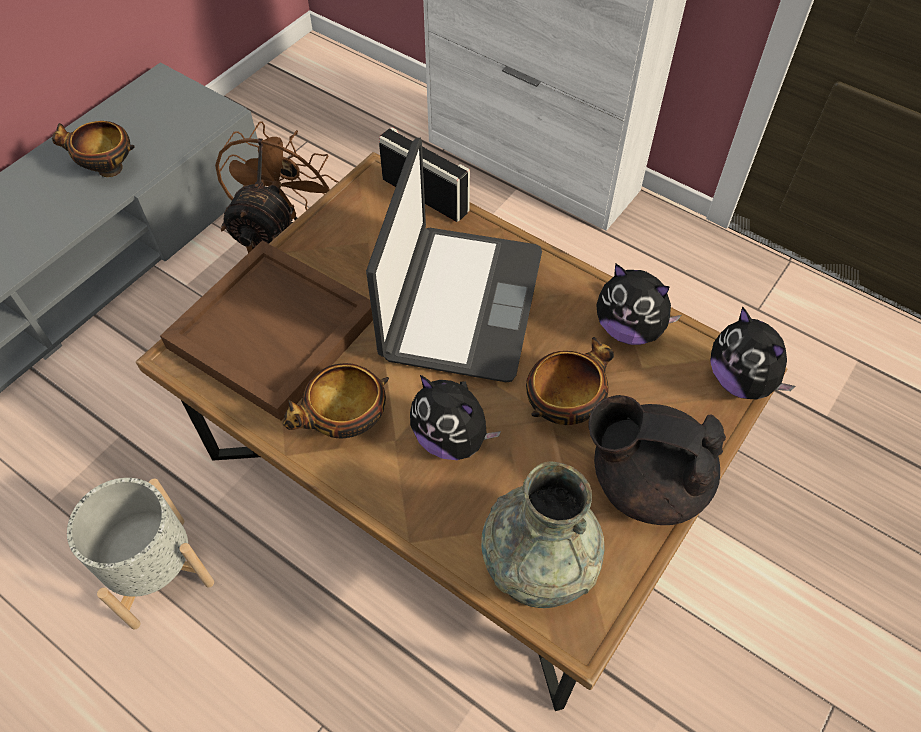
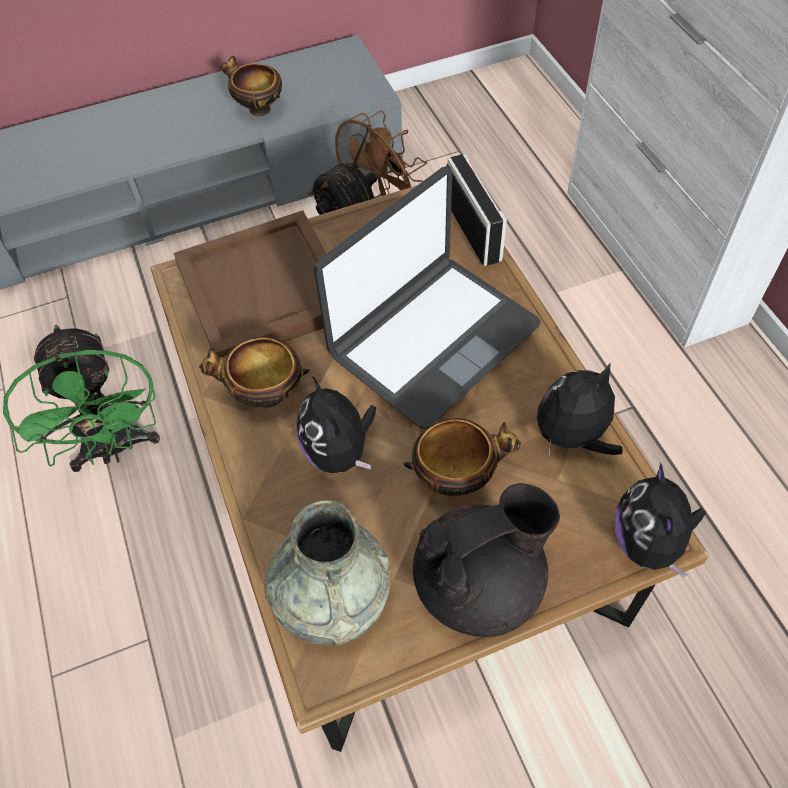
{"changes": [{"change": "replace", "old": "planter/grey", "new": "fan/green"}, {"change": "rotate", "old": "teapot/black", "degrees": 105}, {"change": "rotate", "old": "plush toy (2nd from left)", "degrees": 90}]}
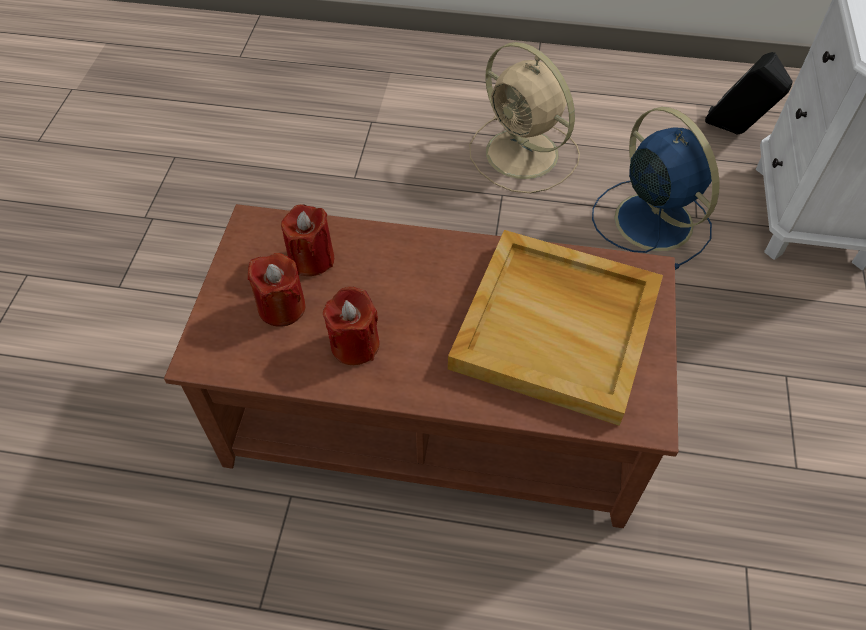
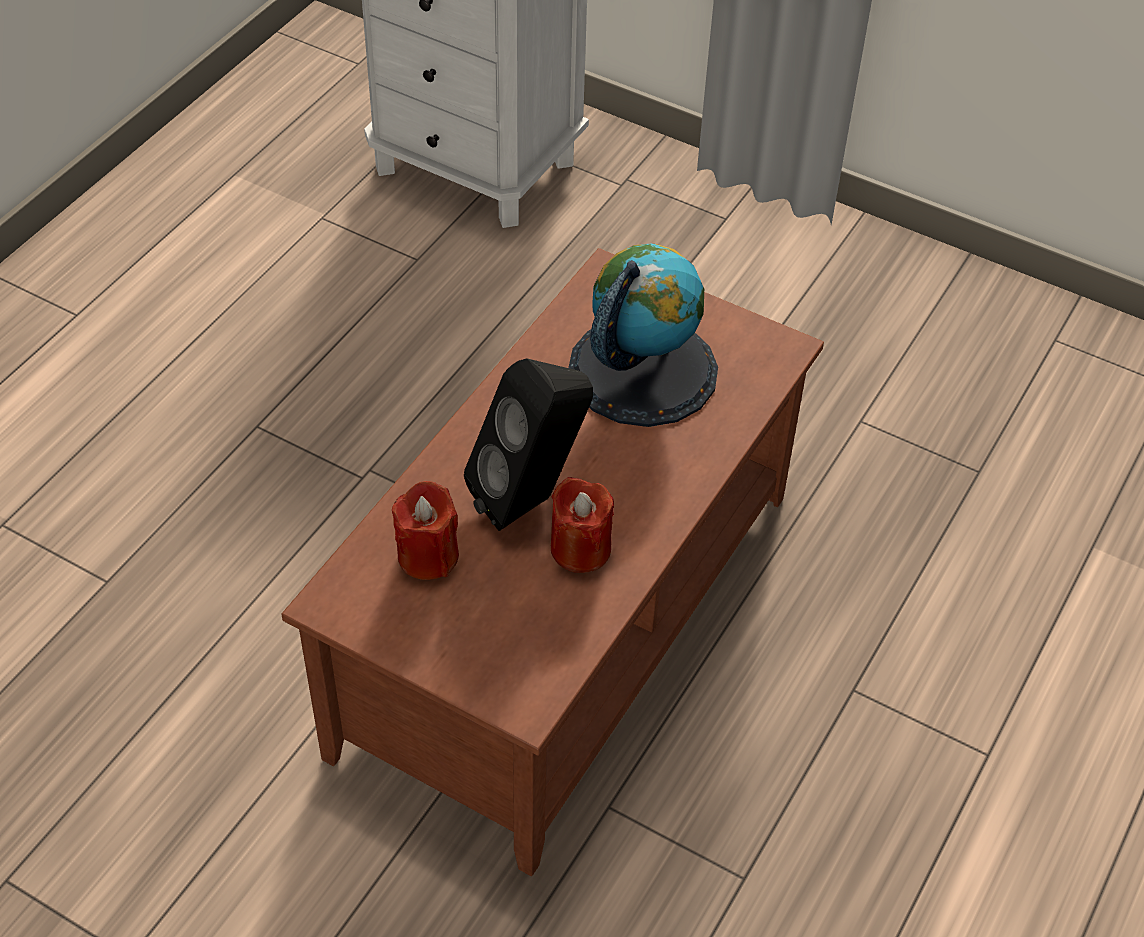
{"changes": [{"change": "move", "old": "speaker/black"}, {"change": "replace", "old": "tray/beige", "new": "globe"}, {"change": "delete", "old": "candle/red (1st from left)"}, {"change": "delete", "old": "fan/beige"}, {"change": "delete", "old": "fan/blue"}]}
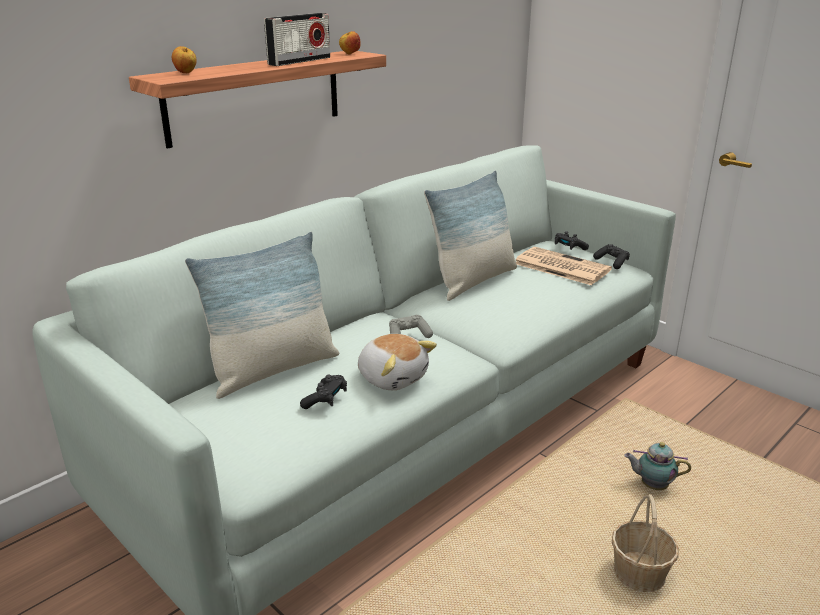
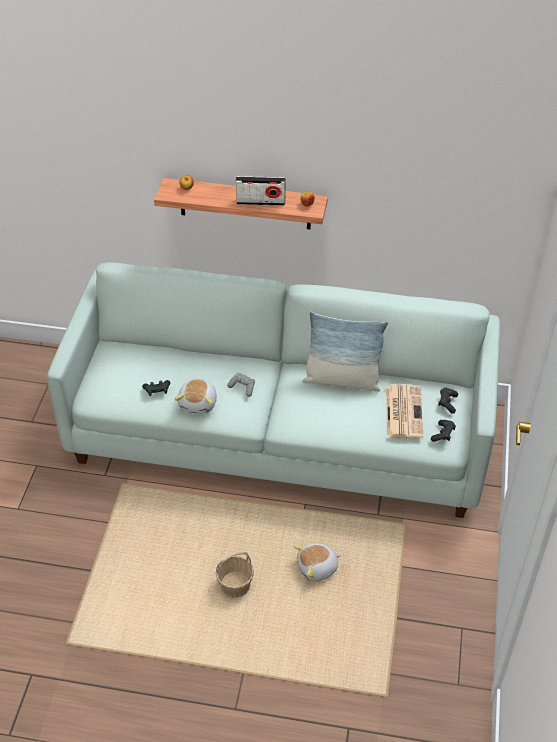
{"changes": [{"change": "replace", "old": "teapot", "new": "plush toy (2nd from left)"}, {"change": "delete", "old": "pillow (1st from left)"}]}
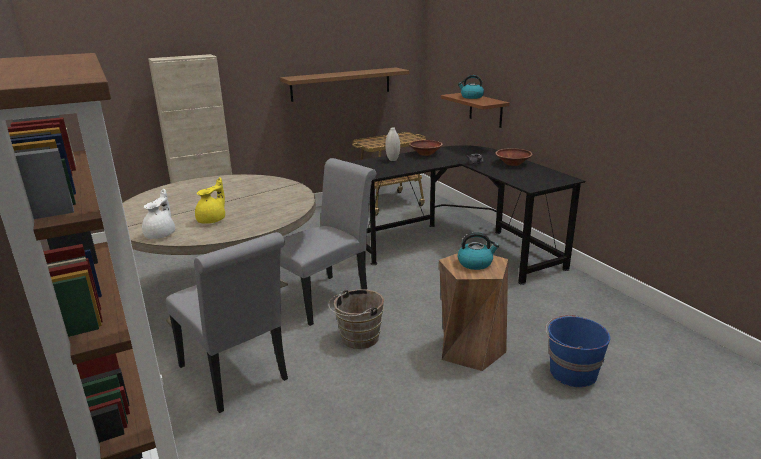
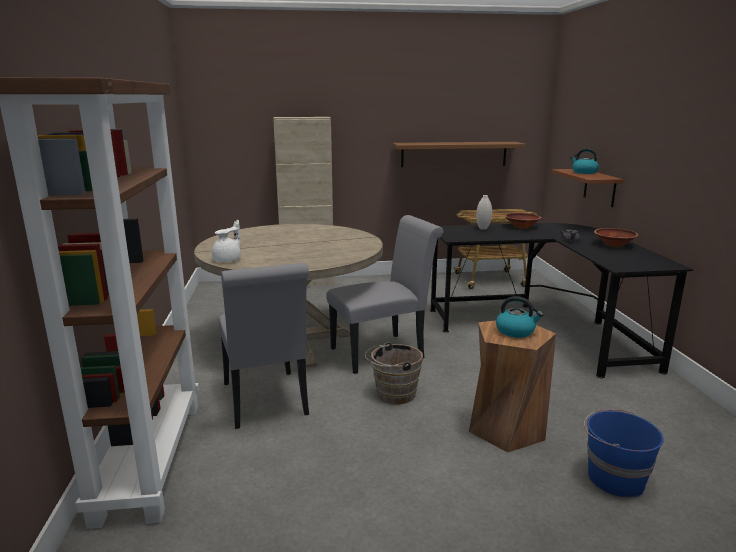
{"changes": [{"change": "delete", "old": "teapot/yellow"}]}
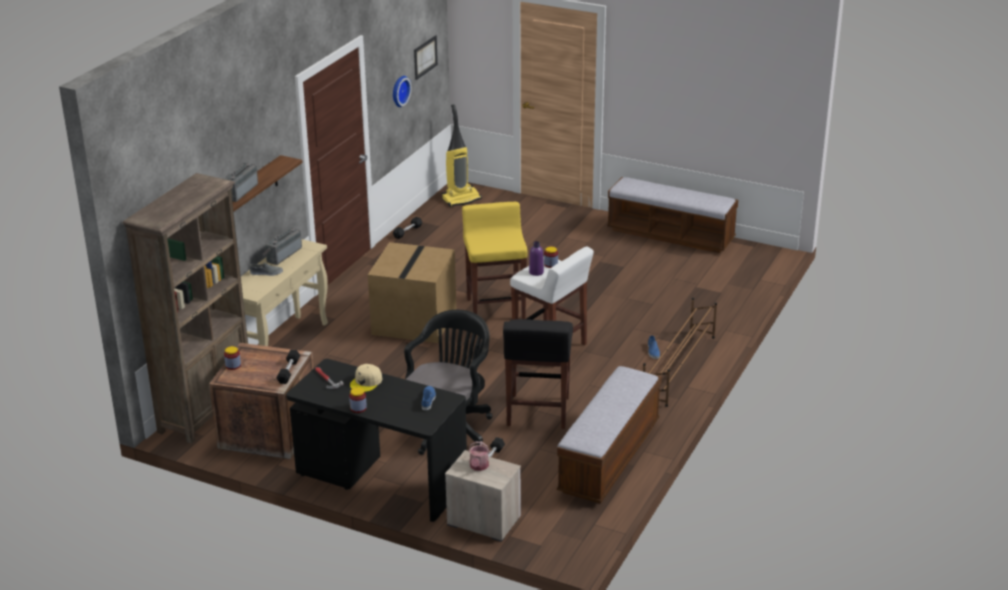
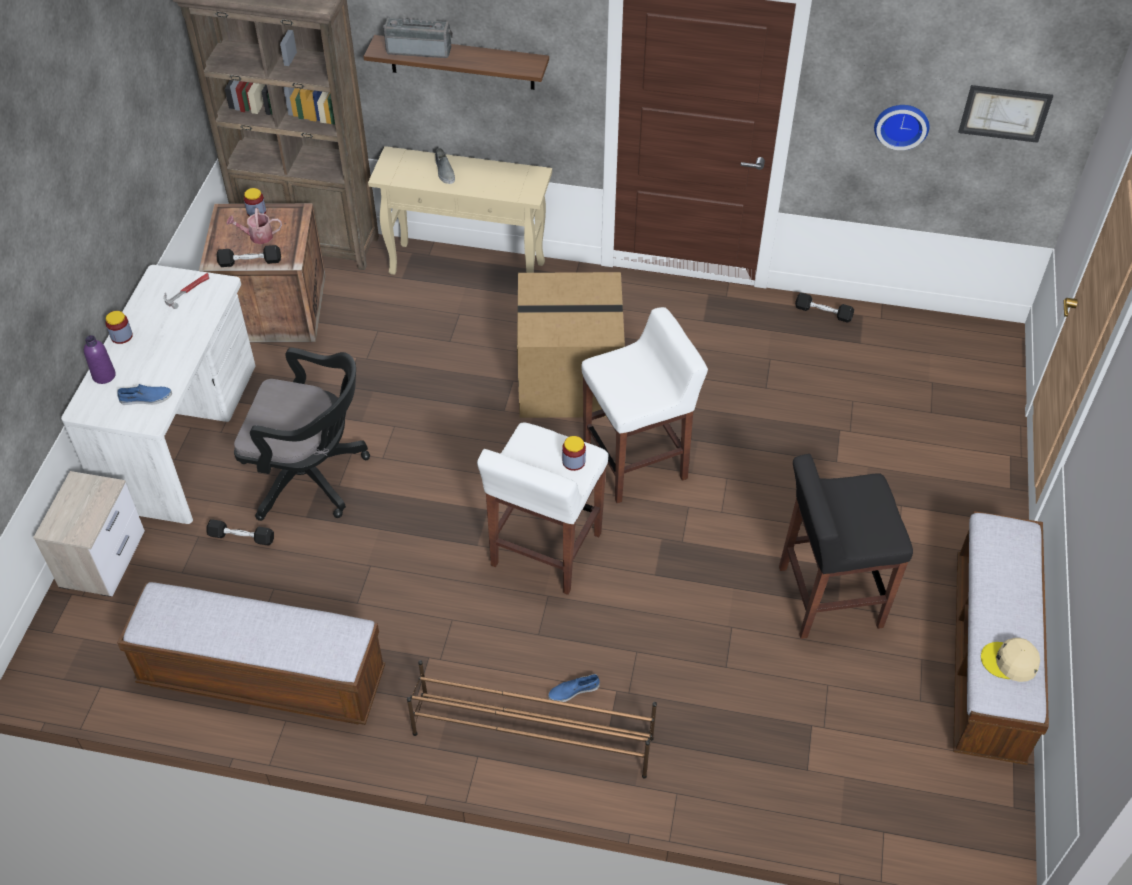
{"changes": [{"change": "recolor", "old": "desk/black", "new": "desk/white"}, {"change": "move", "old": "bottle/purple"}, {"change": "move", "old": "watering can"}, {"change": "recolor", "old": "stool/yellow", "new": "stool/white (2nd from left)"}, {"change": "move", "old": "stool/black"}, {"change": "move", "old": "cap/beige"}, {"change": "delete", "old": "radio (2nd from left)"}, {"change": "delete", "old": "vacuum cleaner"}]}
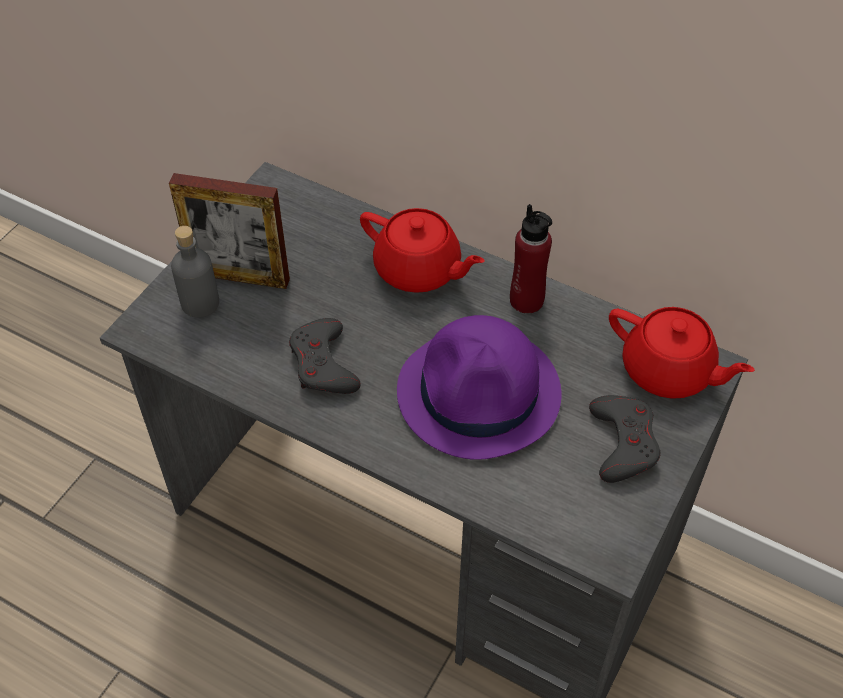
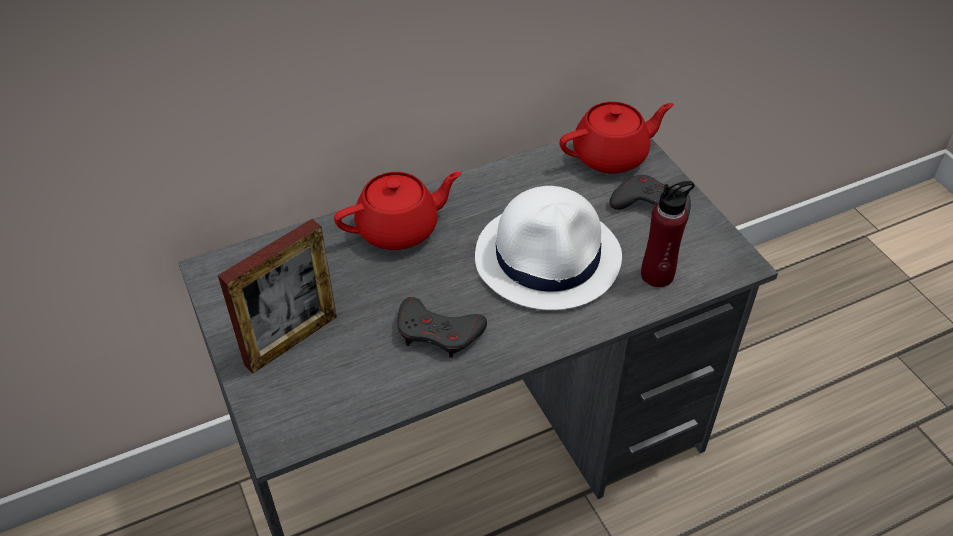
{"changes": [{"change": "recolor", "old": "hat/purple", "new": "hat/white"}, {"change": "move", "old": "bottle/red"}, {"change": "delete", "old": "bottle/grey"}]}
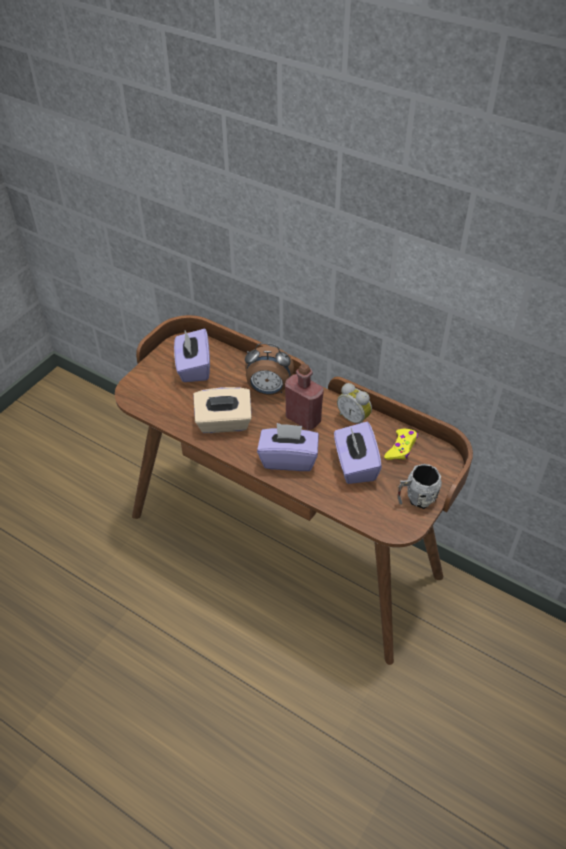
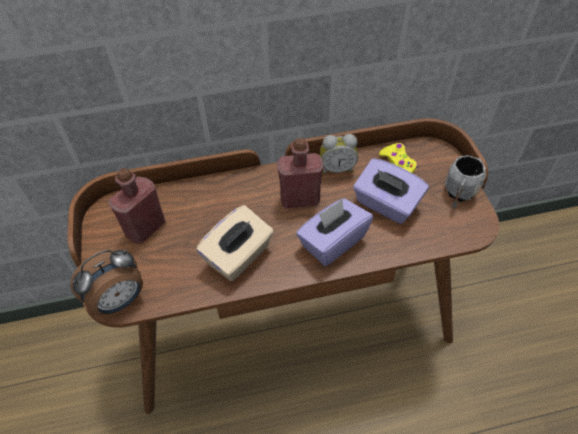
{"changes": [{"change": "move", "old": "alarm clock (1st from left)"}, {"change": "replace", "old": "tissue box/purple (1st from left)", "new": "bottle/red (1st from left)"}]}
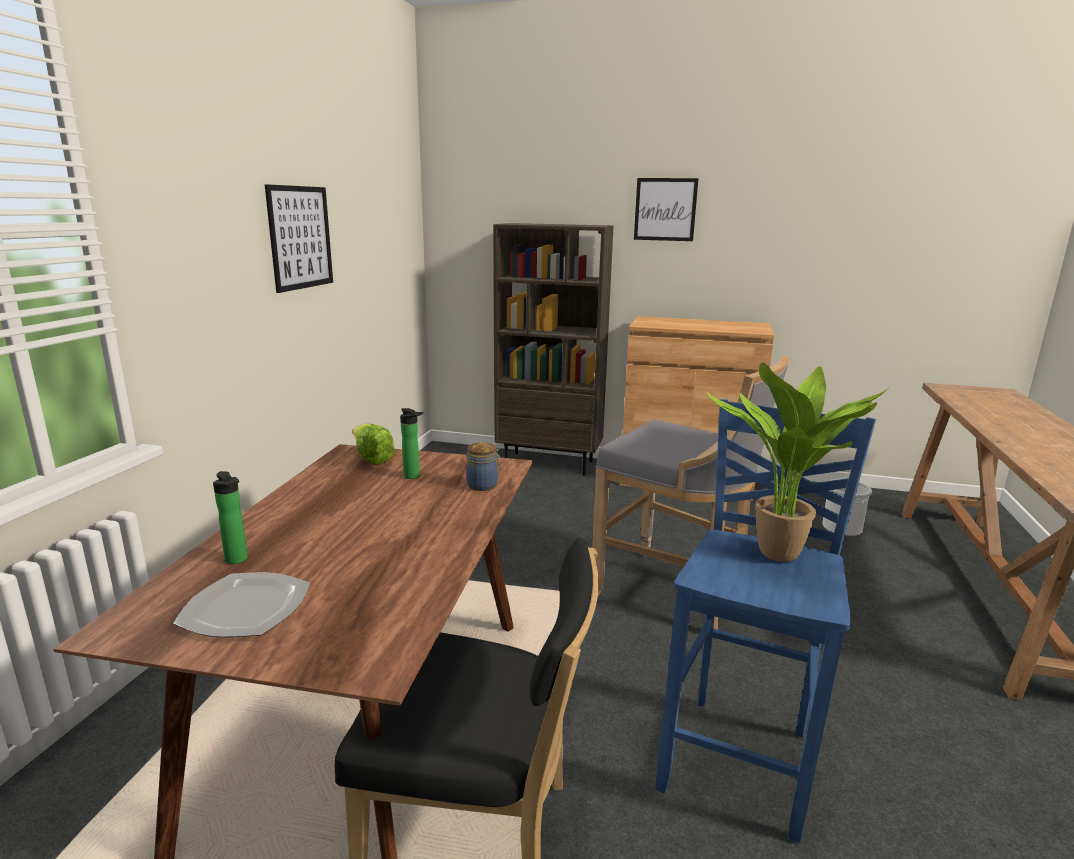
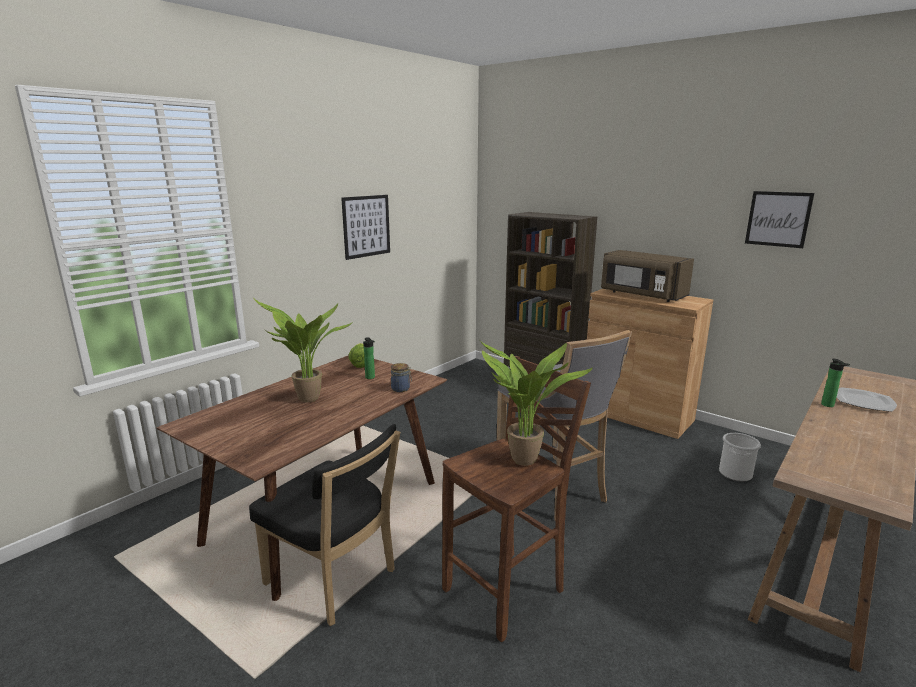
{"changes": [{"change": "insert", "new": "potted plant (1st from left)"}, {"change": "recolor", "old": "stool/blue", "new": "stool/brown"}, {"change": "insert", "new": "microwave/brown"}, {"change": "move", "old": "picture (2nd from left)"}, {"change": "move", "old": "bottle (1st from left in the first image)", "new": "bottle (2nd from left)"}, {"change": "move", "old": "plate"}]}
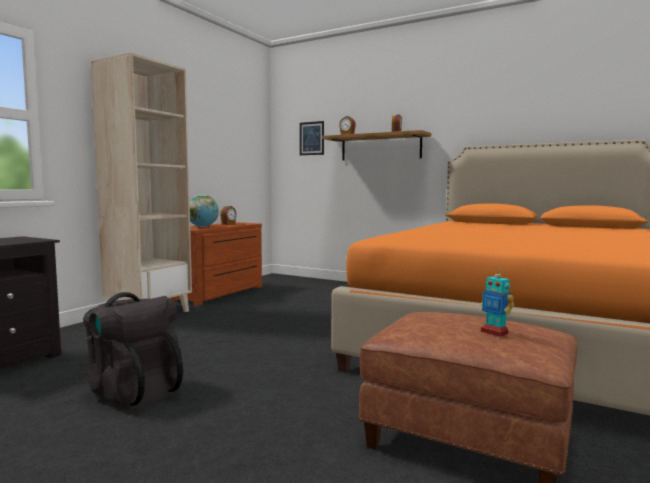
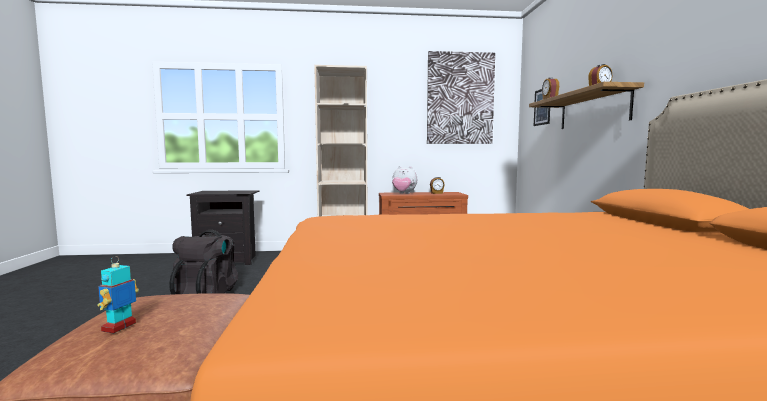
{"changes": [{"change": "replace", "old": "globe", "new": "plush toy"}, {"change": "insert", "new": "picture (1st from left)"}]}
